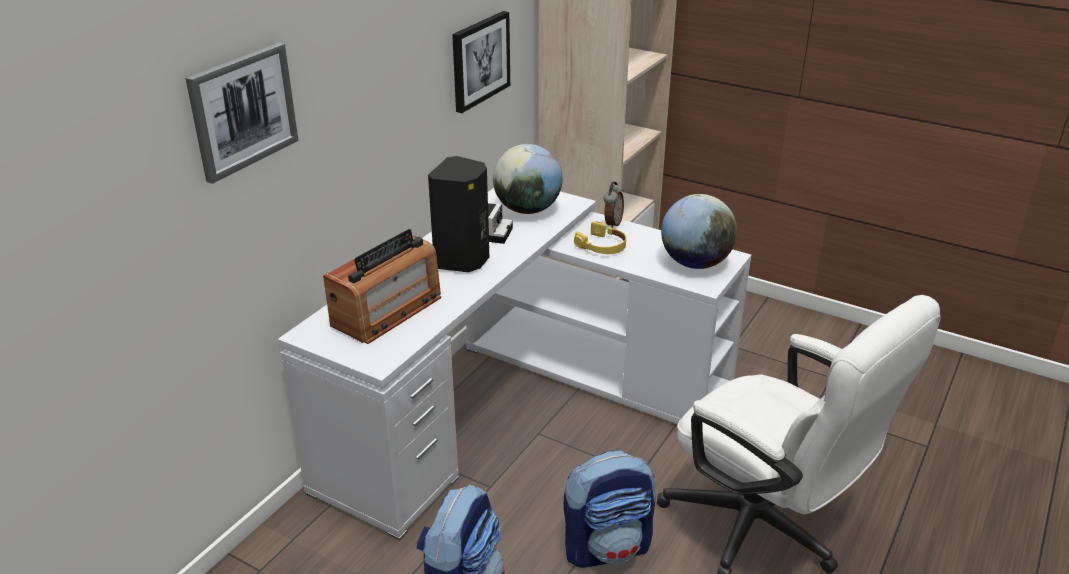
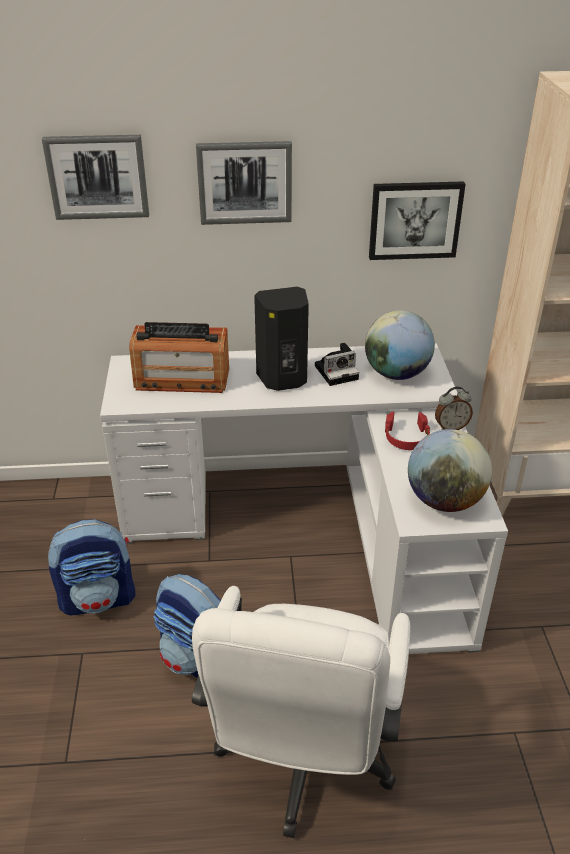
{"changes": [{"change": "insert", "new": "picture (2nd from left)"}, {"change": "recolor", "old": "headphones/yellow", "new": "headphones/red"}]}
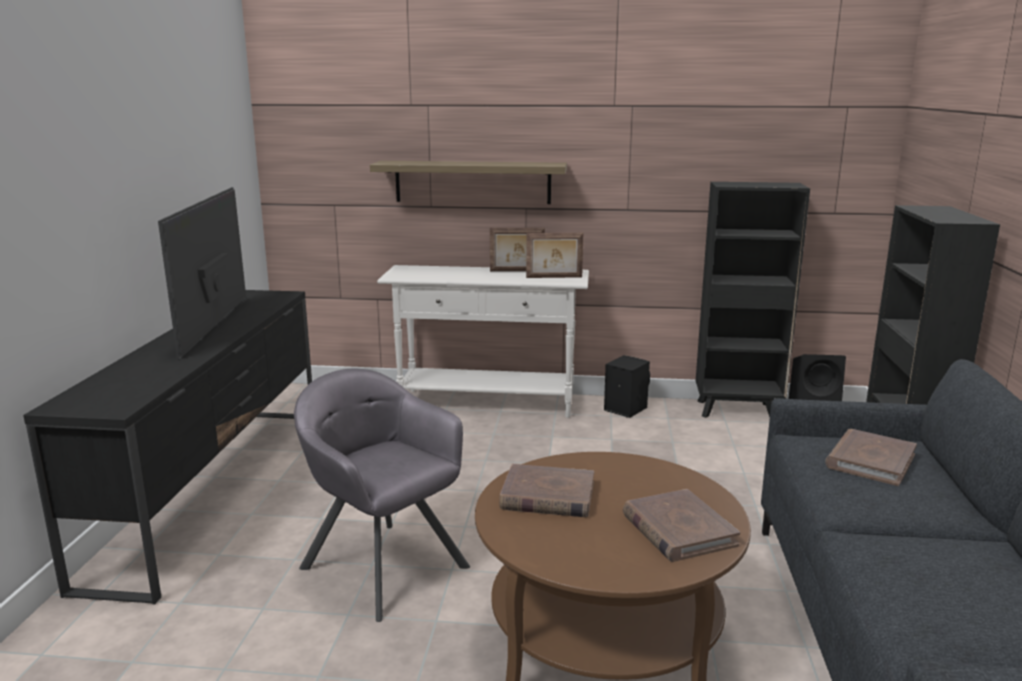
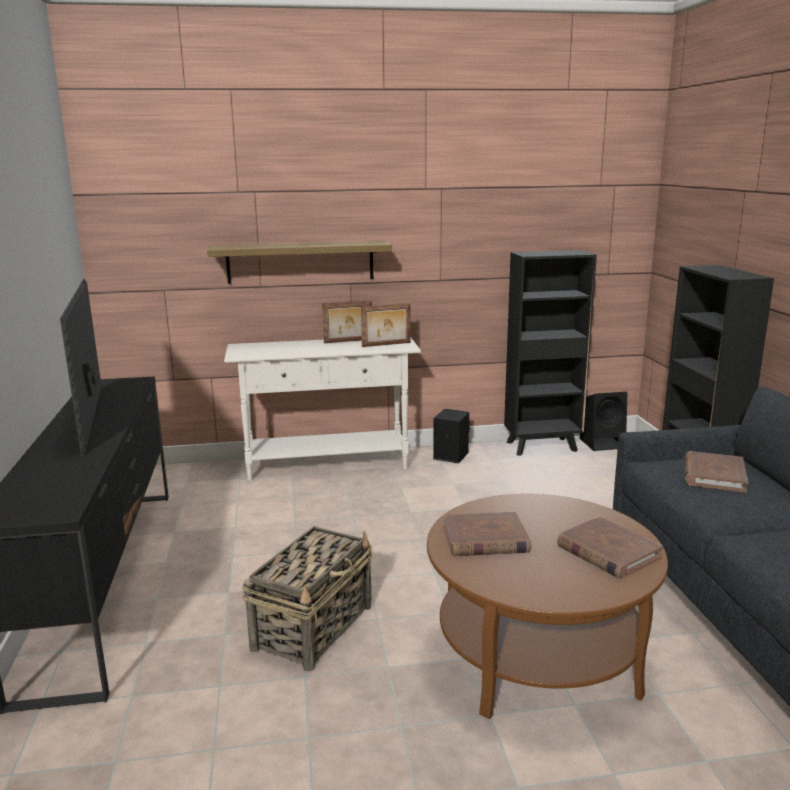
{"changes": [{"change": "replace", "old": "armchair/grey", "new": "basket"}]}
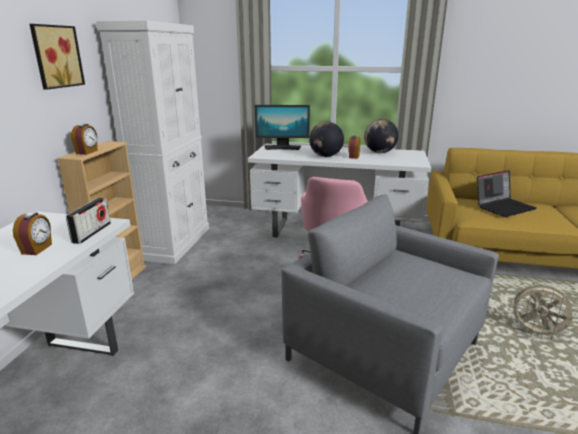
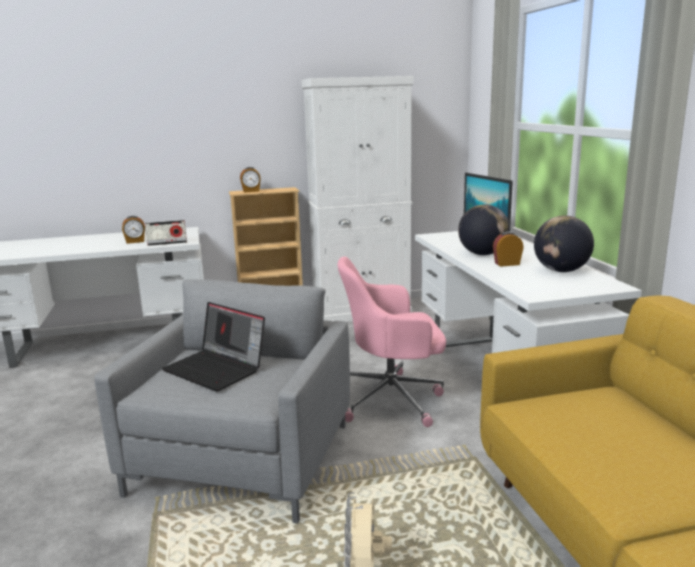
{"changes": [{"change": "move", "old": "laptop"}, {"change": "delete", "old": "picture"}]}
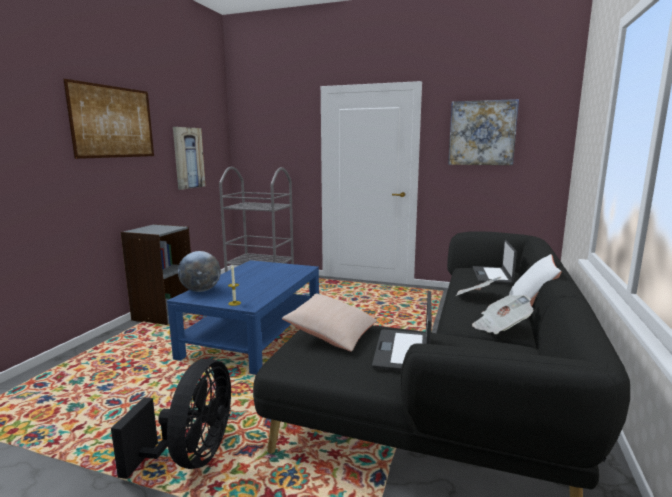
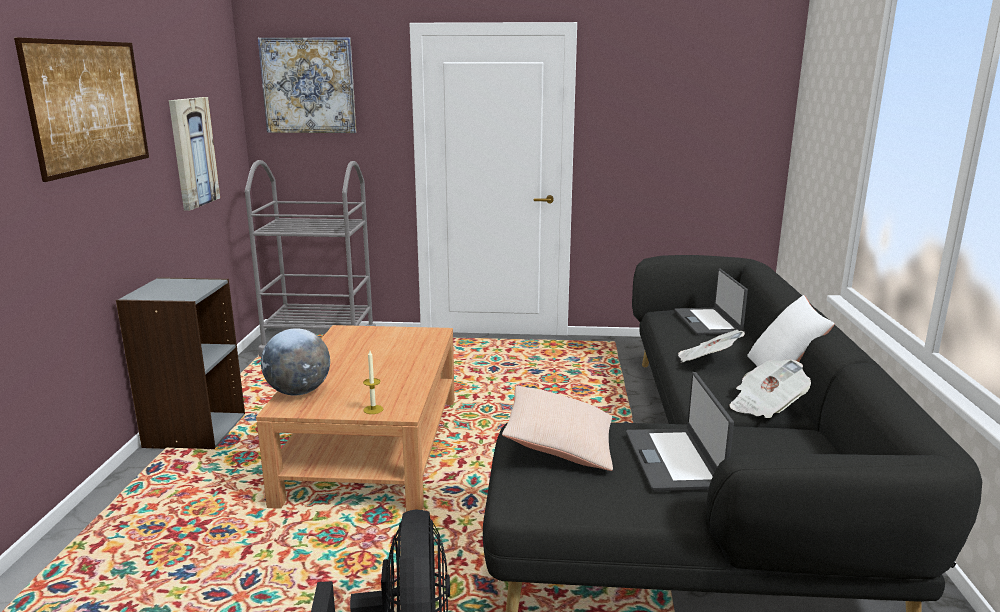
{"changes": [{"change": "recolor", "old": "coffee table/blue", "new": "coffee table/brown"}, {"change": "move", "old": "picture (3rd from left)"}]}
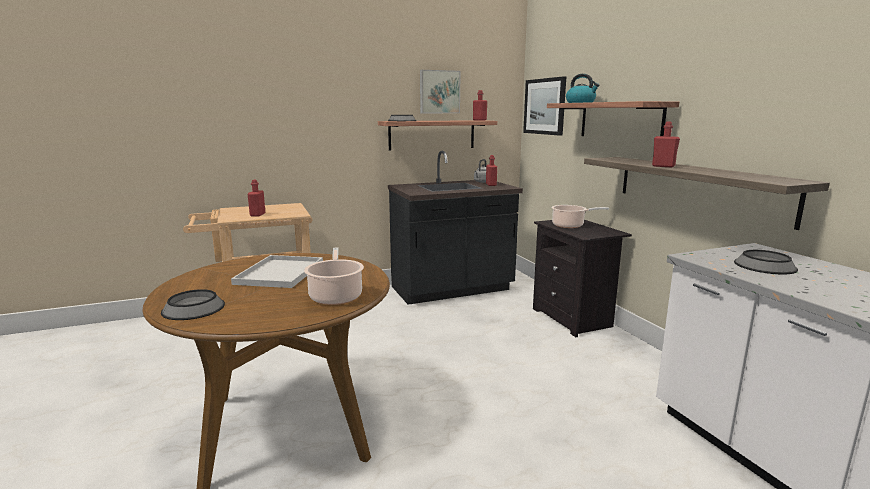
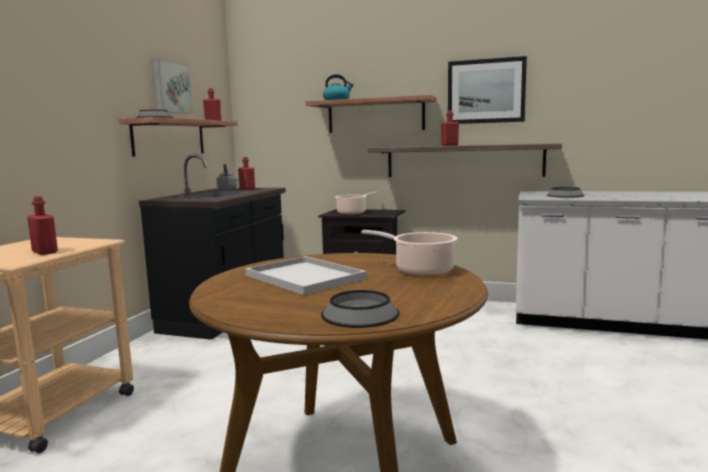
{"changes": [{"change": "move", "old": "picture (2nd from left)"}]}
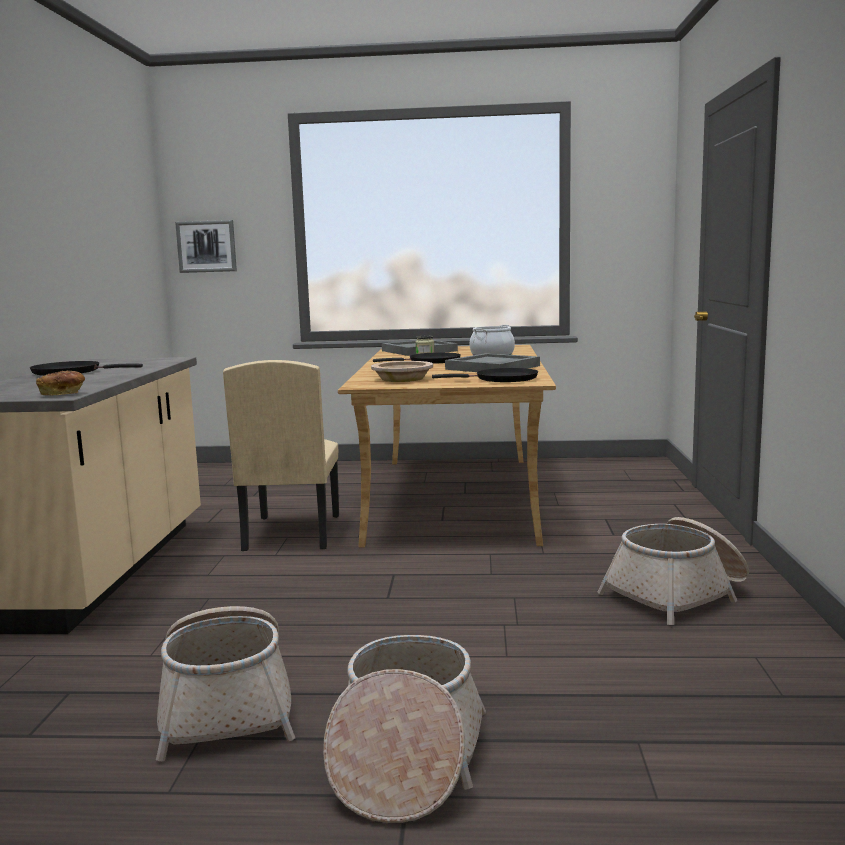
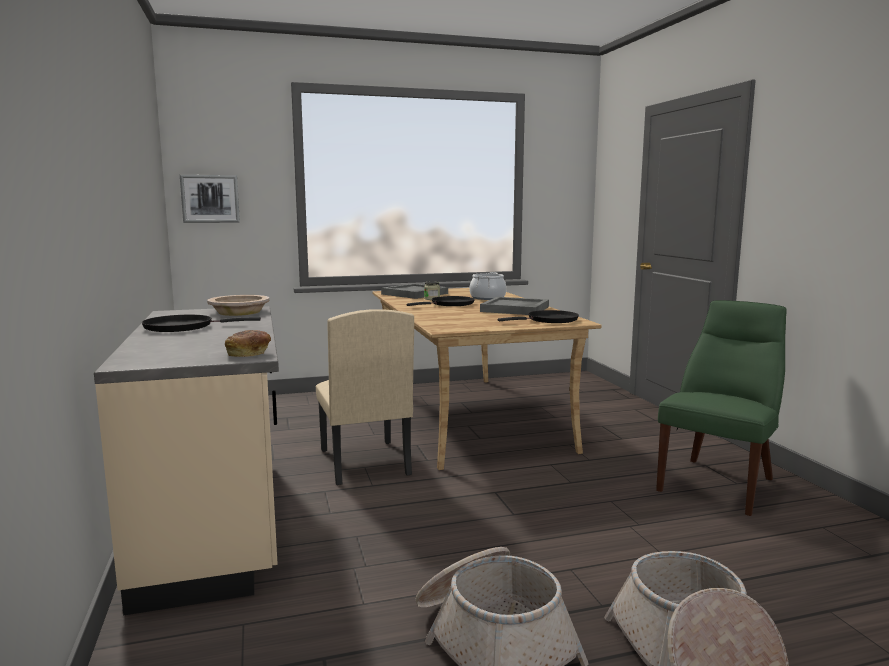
{"changes": [{"change": "move", "old": "bowl/beige"}, {"change": "replace", "old": "basket (3rd from left)", "new": "chair/green"}]}
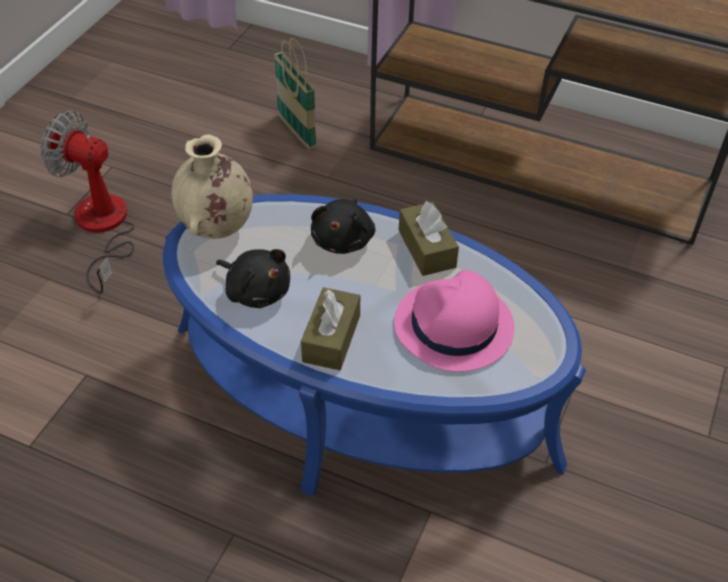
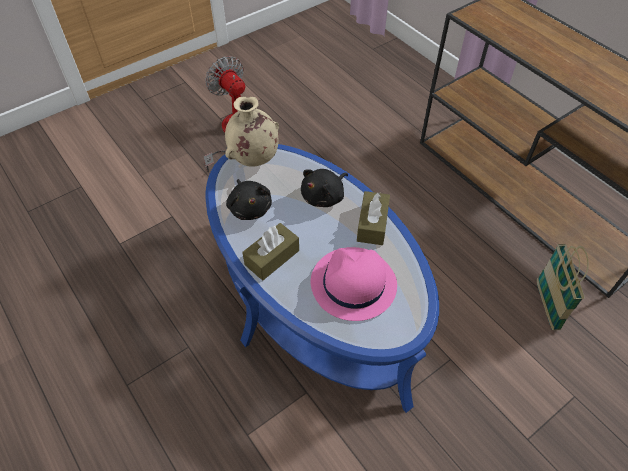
{"changes": [{"change": "move", "old": "basket"}]}
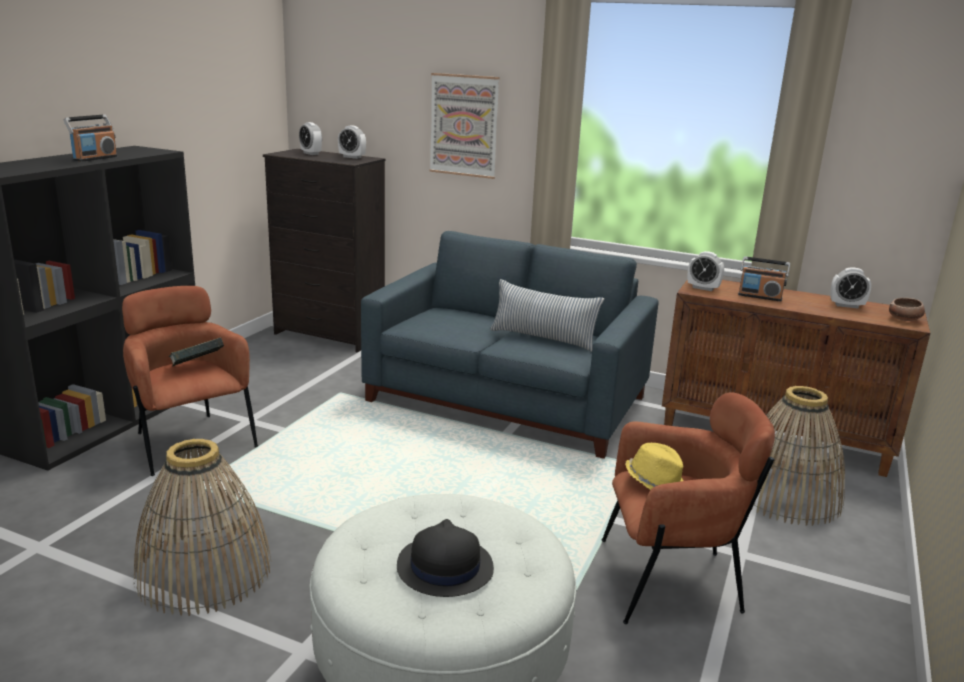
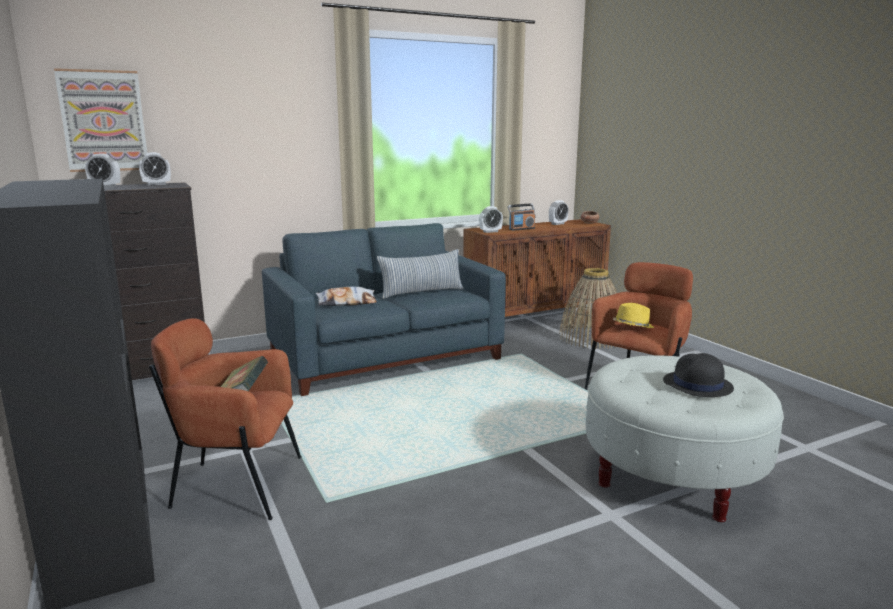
{"changes": [{"change": "move", "old": "picture"}, {"change": "insert", "new": "pillow (1st from left)"}, {"change": "delete", "old": "radio (1st from left)"}, {"change": "delete", "old": "basket (1st from left)"}]}
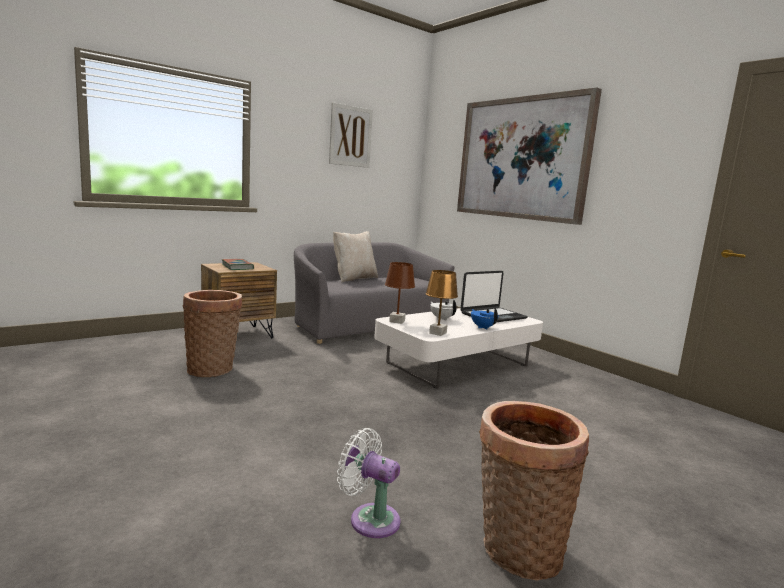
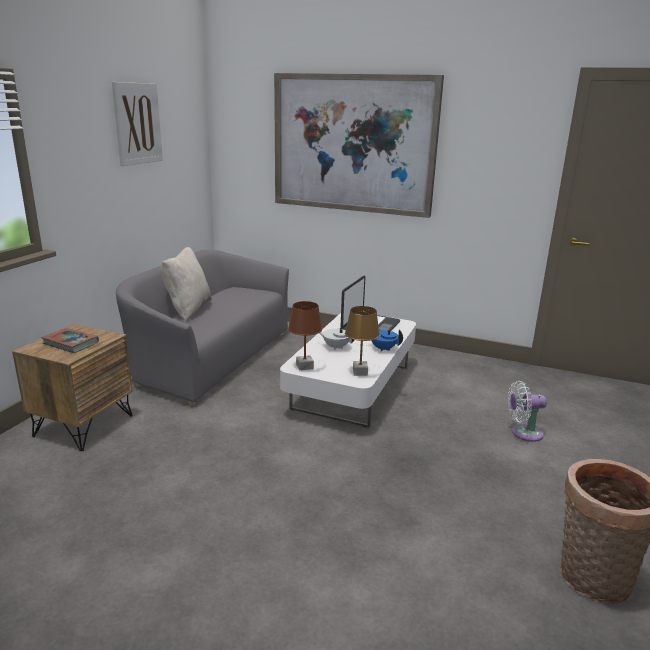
{"changes": [{"change": "move", "old": "fan/white"}, {"change": "delete", "old": "basket (1st from left)"}]}
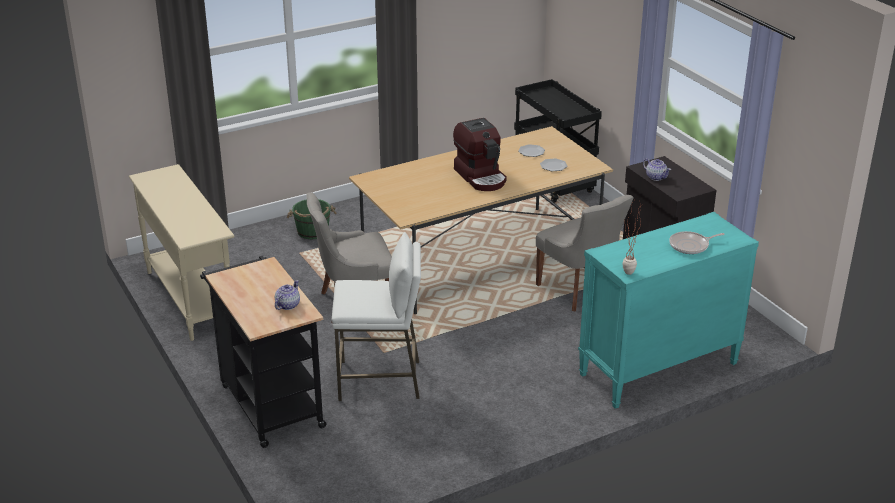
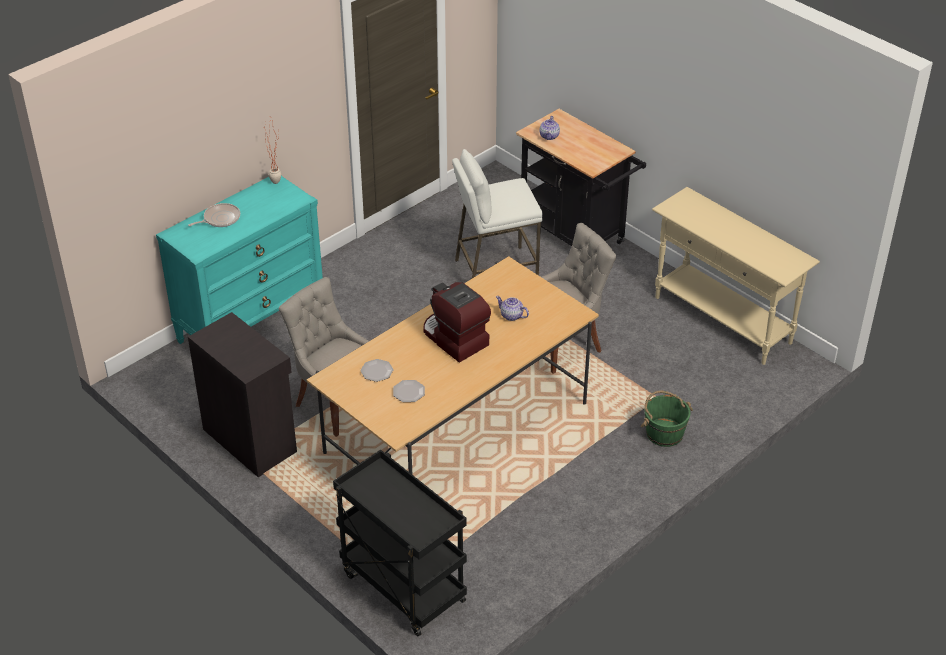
{"changes": [{"change": "move", "old": "teapot (2nd from left in the first image)", "new": "teapot (1st from left)"}]}
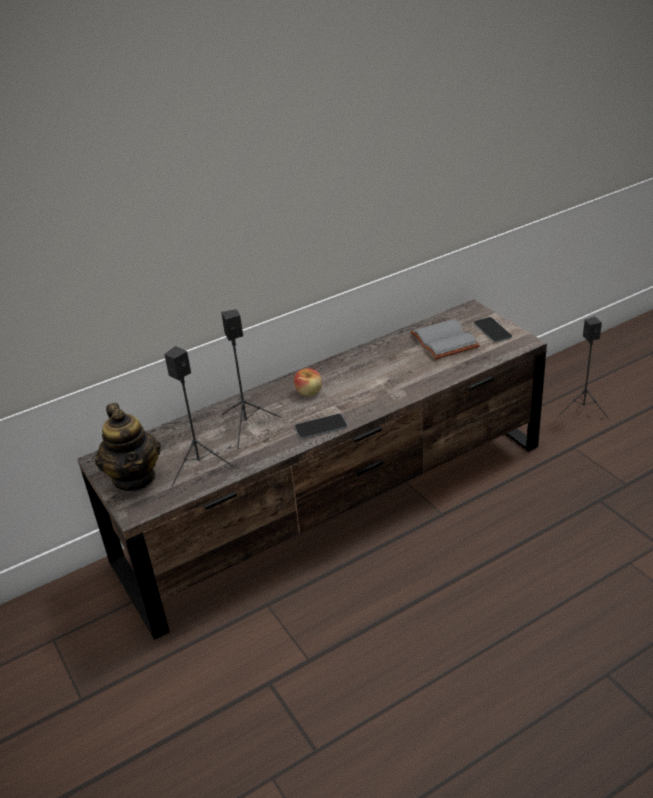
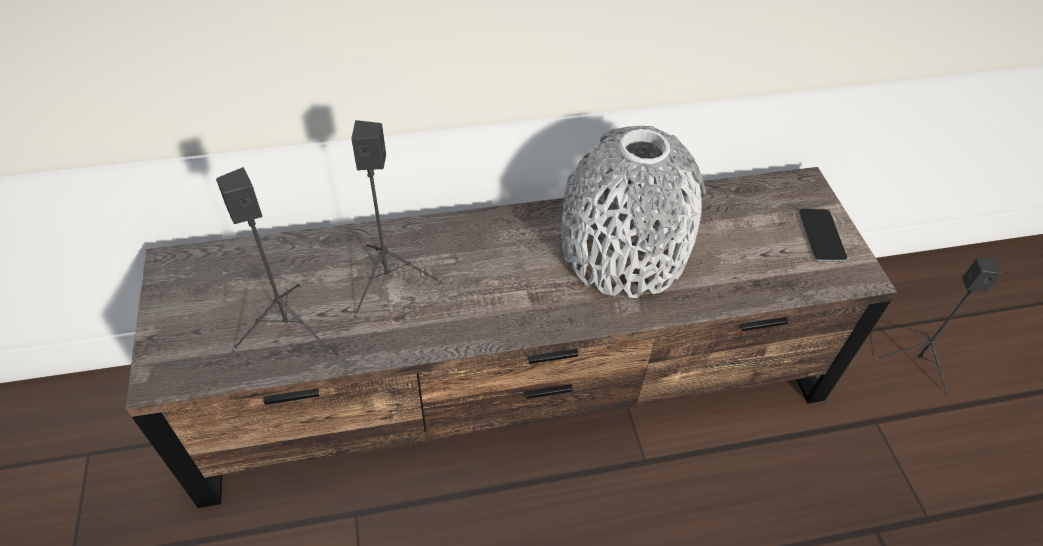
{"changes": [{"change": "insert", "new": "vase/grey"}, {"change": "delete", "old": "teapot"}, {"change": "delete", "old": "apple"}, {"change": "delete", "old": "phone (1st from left)"}, {"change": "delete", "old": "book/grey"}]}
